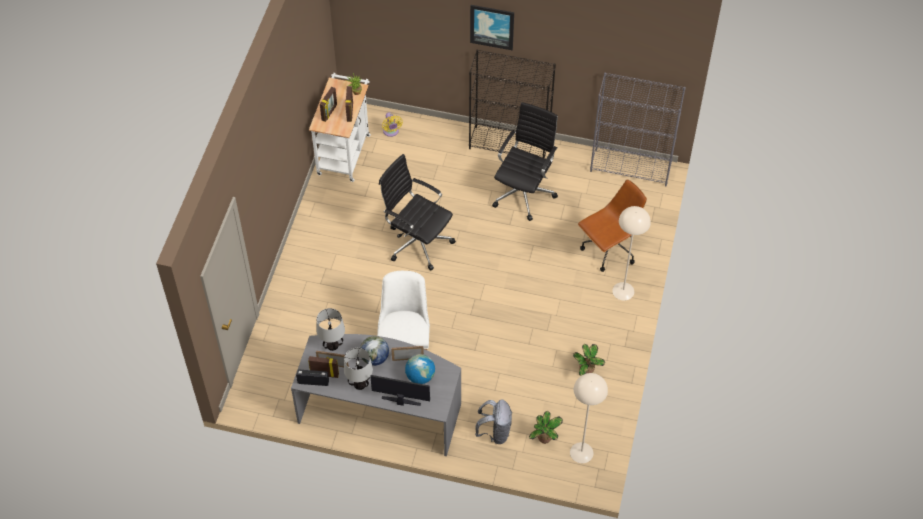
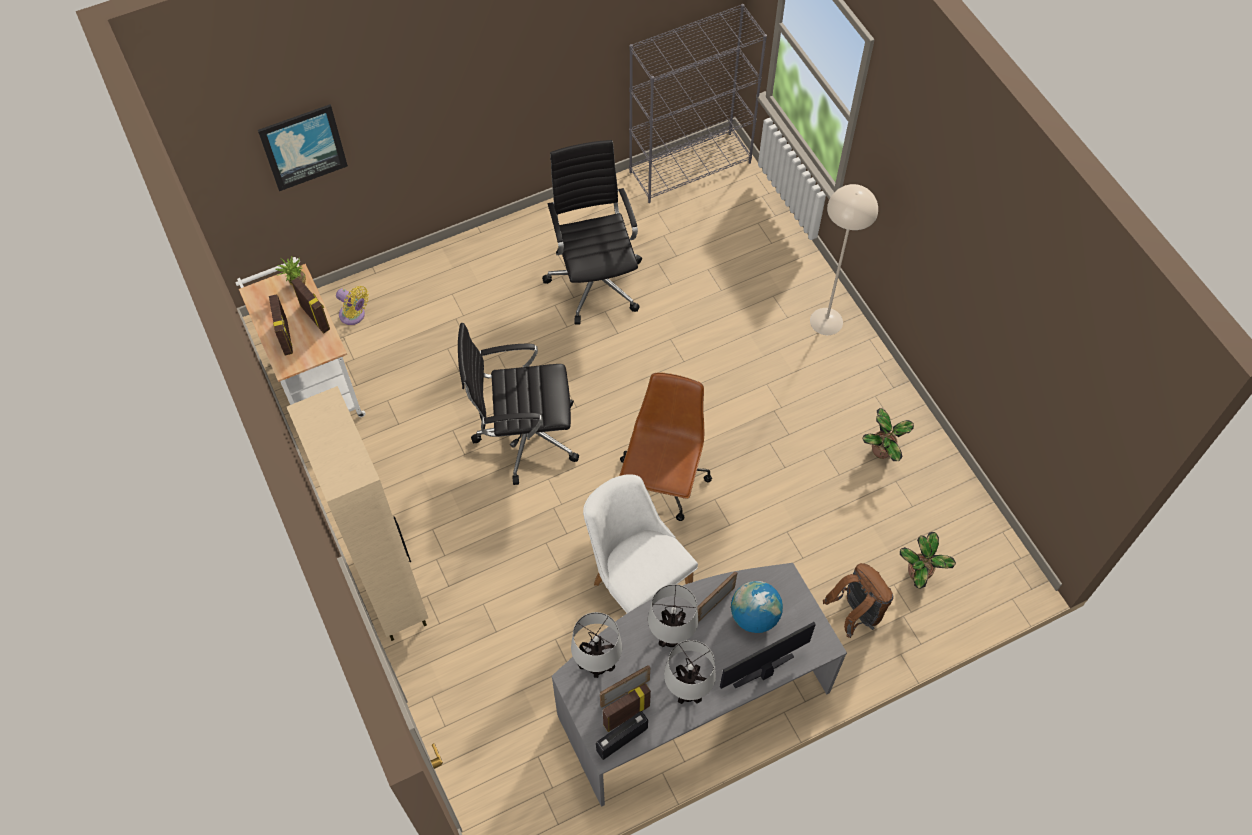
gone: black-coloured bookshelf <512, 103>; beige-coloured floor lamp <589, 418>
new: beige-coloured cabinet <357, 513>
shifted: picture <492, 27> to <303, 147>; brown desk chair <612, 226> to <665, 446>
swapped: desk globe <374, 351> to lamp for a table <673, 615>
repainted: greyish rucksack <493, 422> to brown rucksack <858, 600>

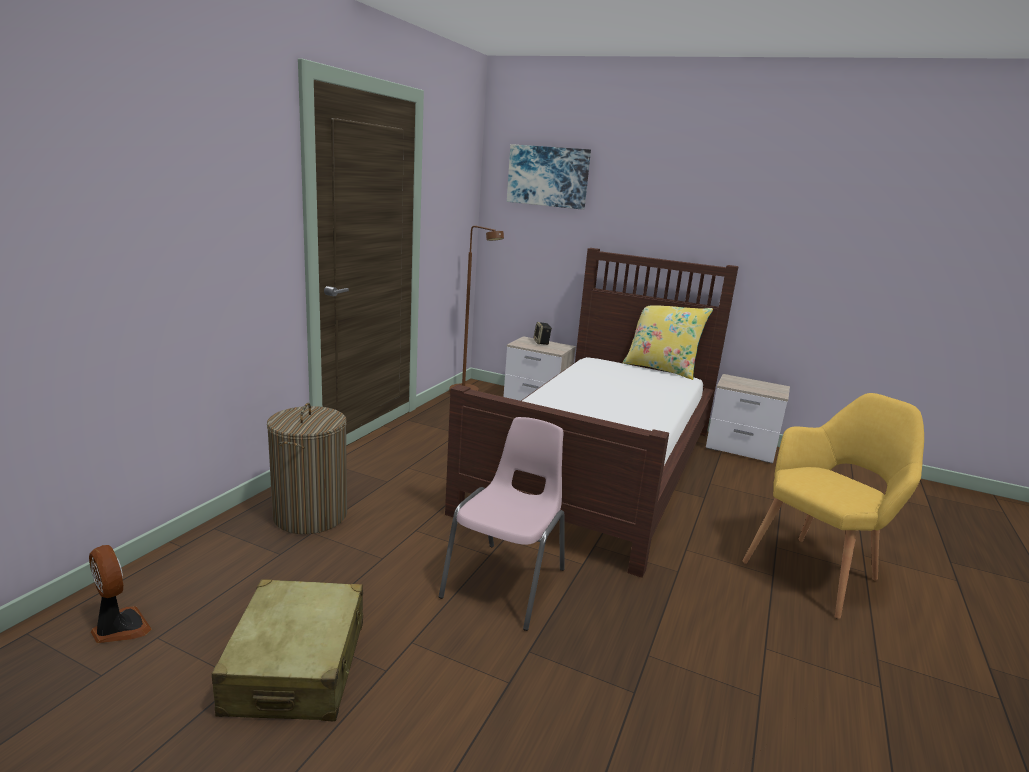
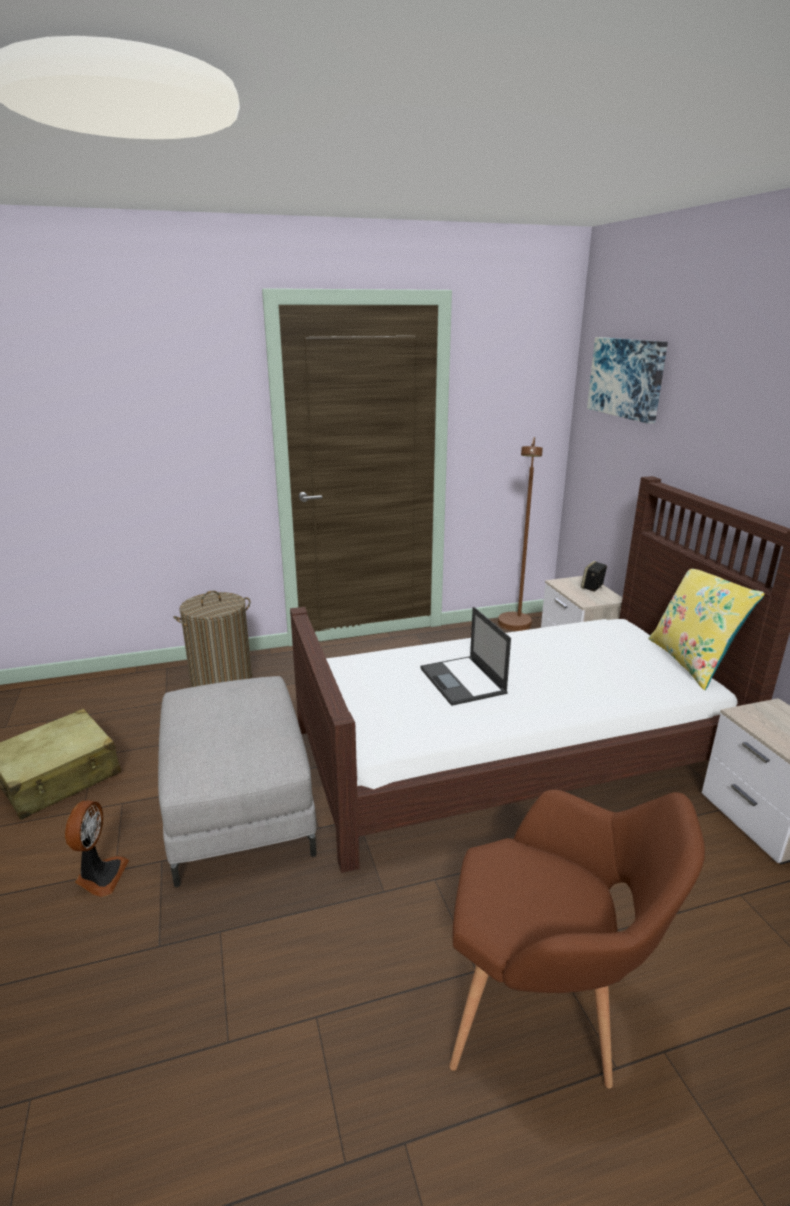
new: notebook computer <465, 656>
shifted: cooling fan <120, 594> to <97, 849>
swapped: pink upright chair <502, 524> to greyish ottoman <237, 781>
repainted: yellow armchair <833, 506> to brown armchair <577, 939>

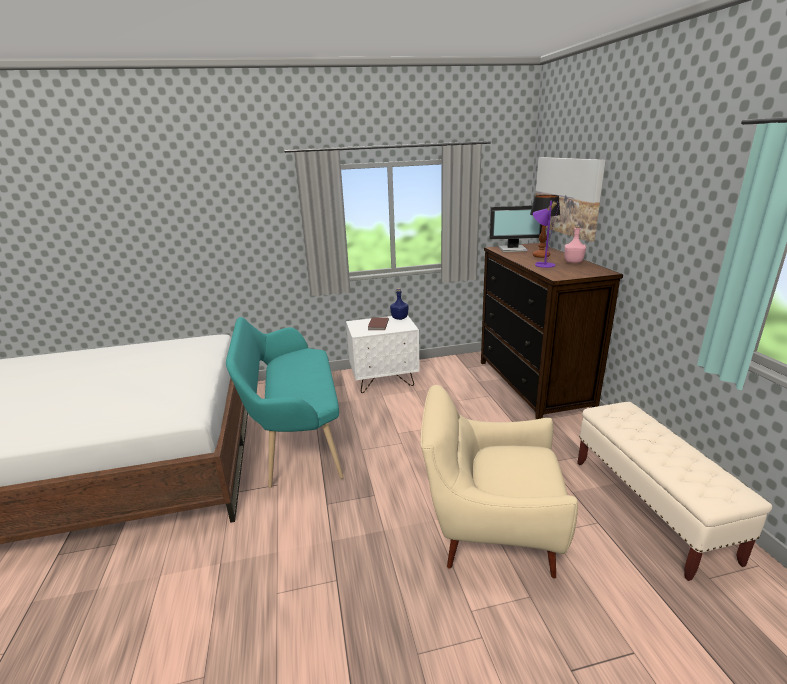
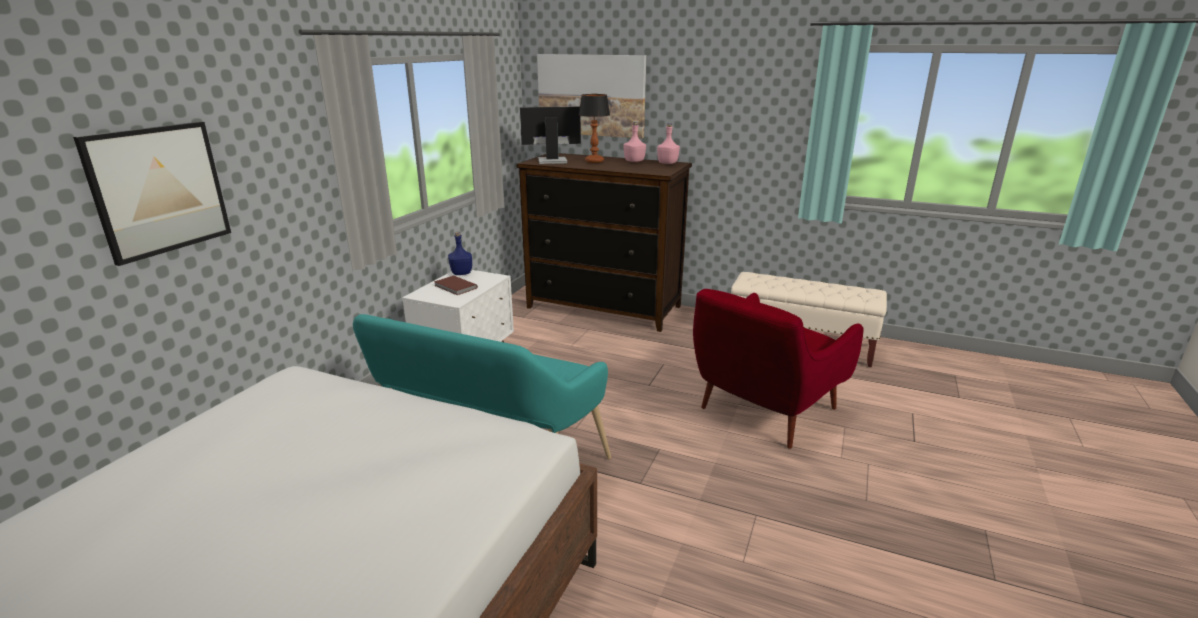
gone: purplish lamp for a table <546, 234>
new: picture <152, 193>; pink drink bottle <668, 143>
repainted: beige-coloured armchair <499, 481> to reddish armchair <778, 369>
rotated: monitor <515, 228> = <550, 135> 135 degrees counterclockwise

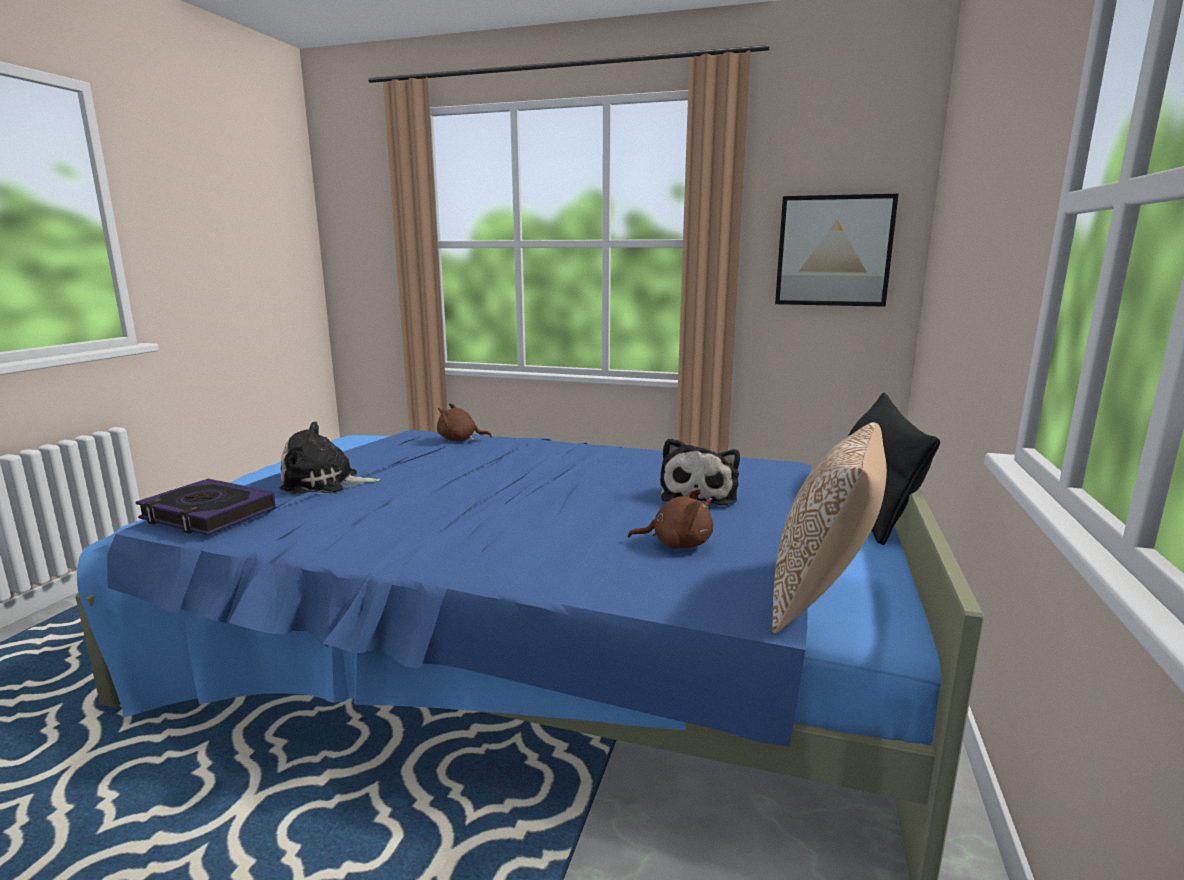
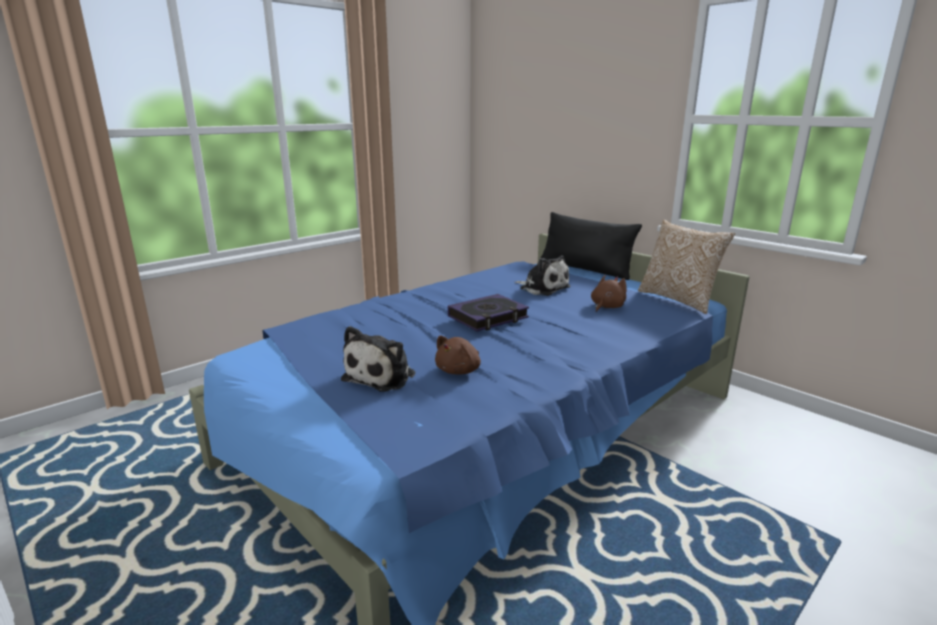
gone: picture <837, 250>
shifted: book <205, 507> to <488, 312>; brown cuddly toy <464, 422> to <458, 355>

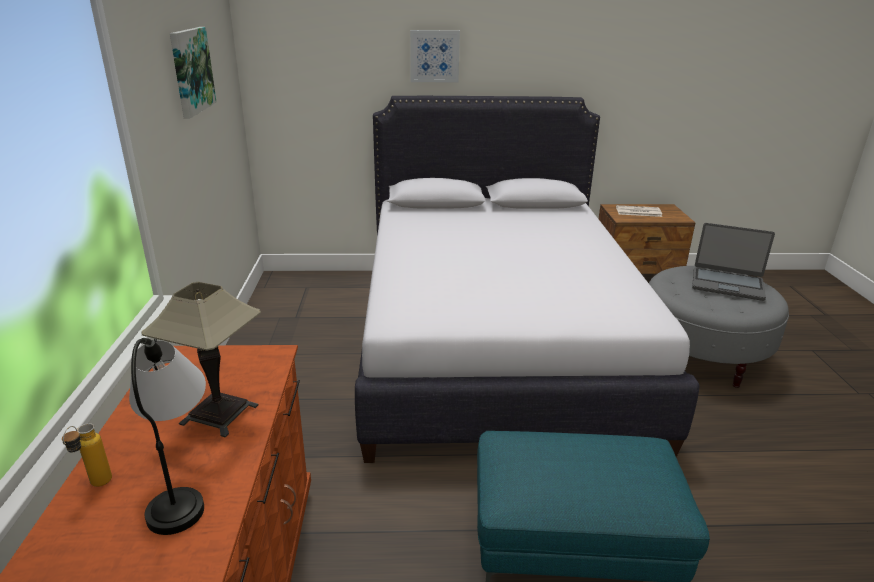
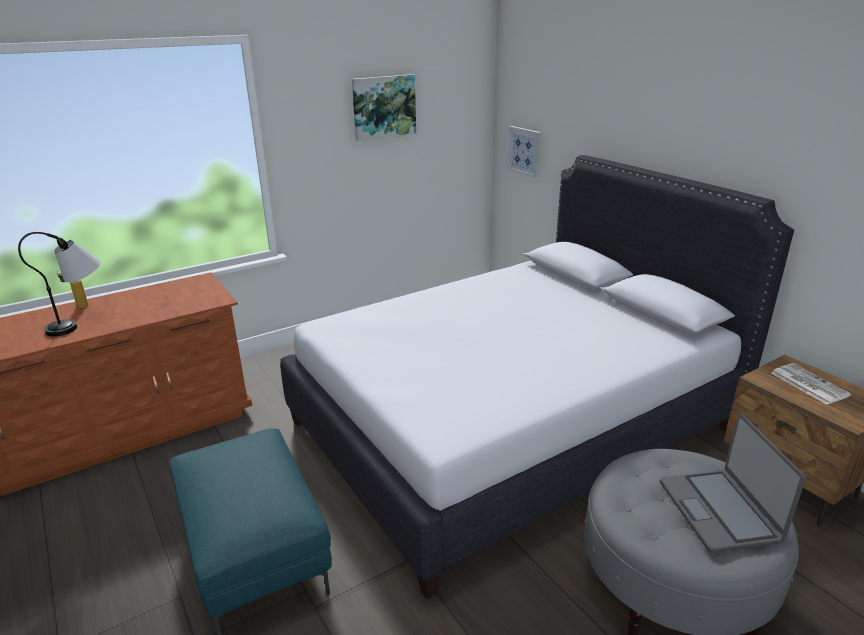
gone: lamp for a table <201, 359>
shifted: picture <435, 56> to <524, 152>

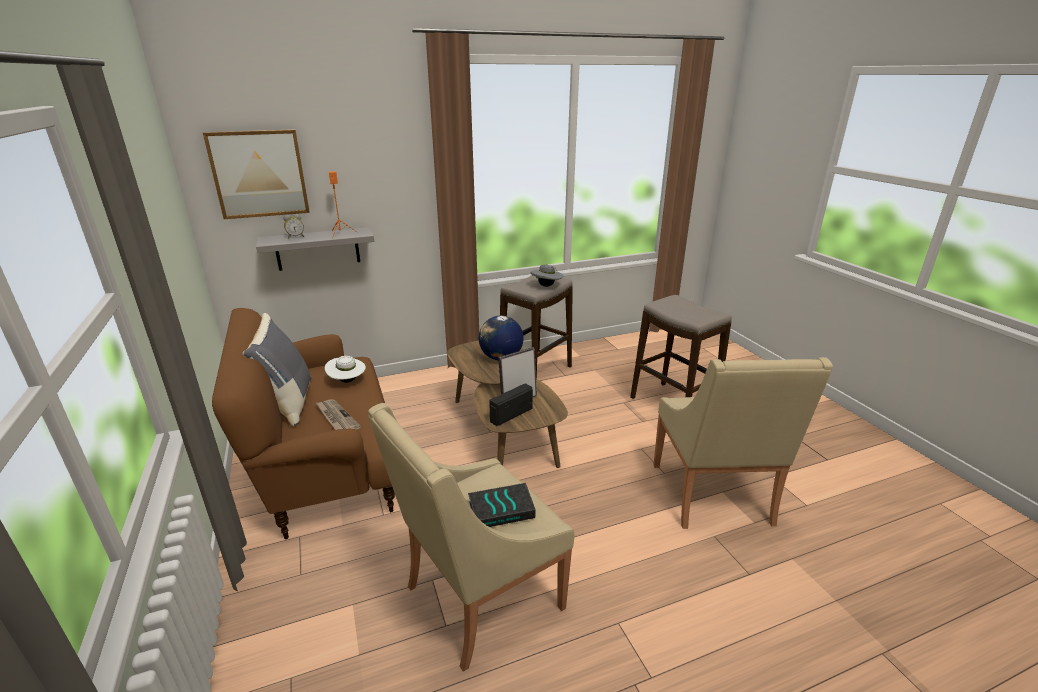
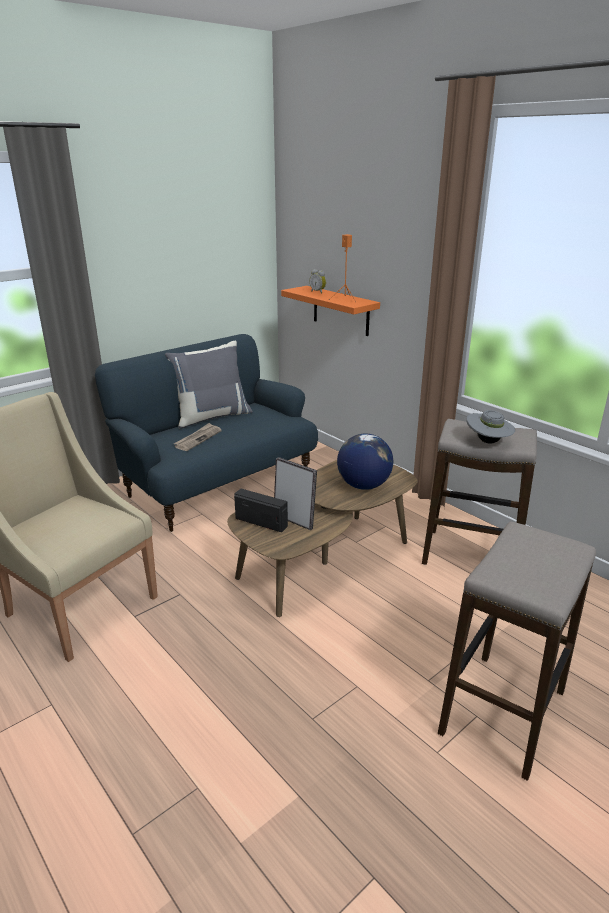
gone: picture <256, 174>; whitish wearable hat <345, 369>; book <502, 505>; beige-coloured armchair <743, 443>
repainted: brown settee <303, 423> to bluish settee <206, 433>; greyish bracket shelf <315, 249> to orange bracket shelf <330, 311>

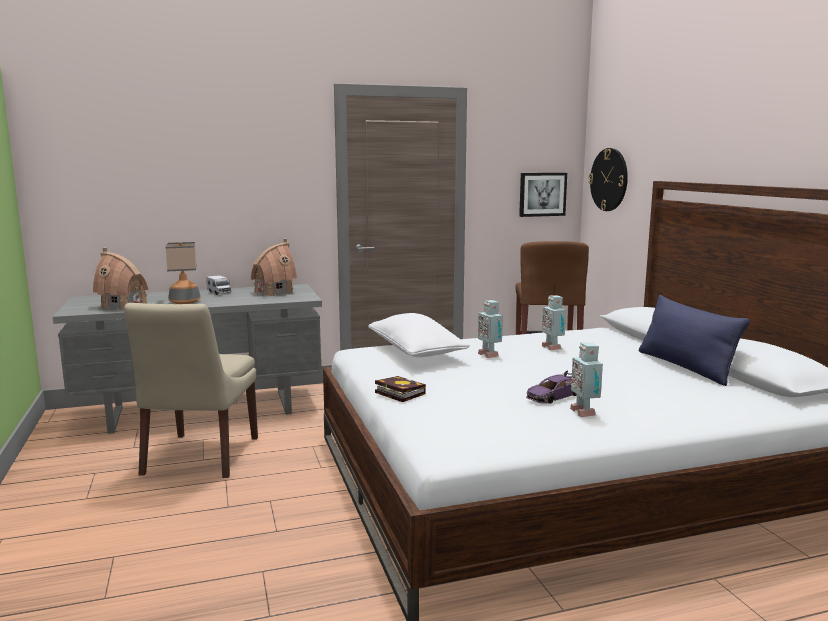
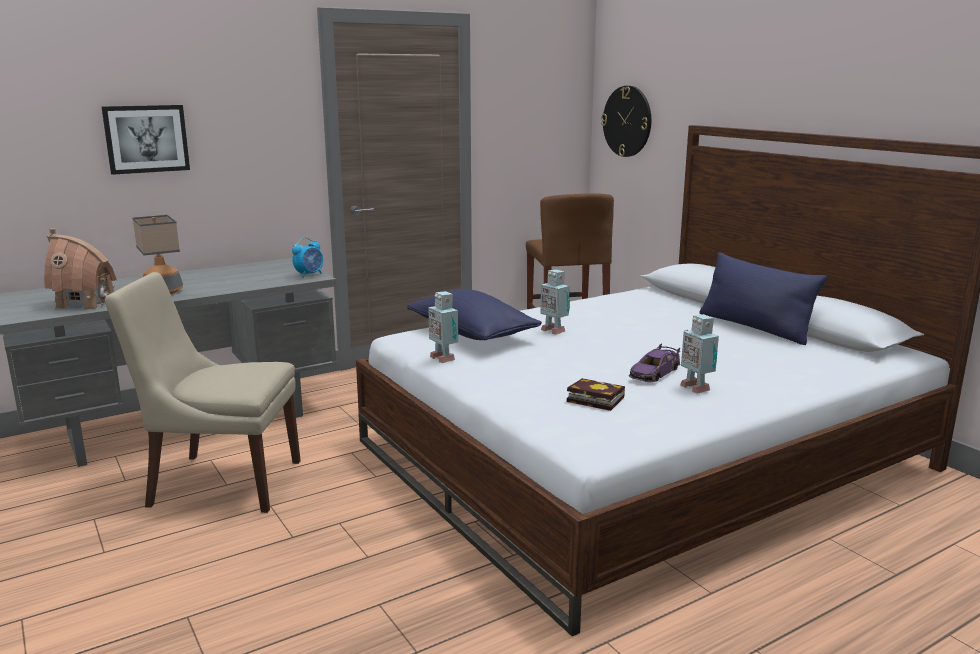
gone: toy truck <219, 285>; model house <274, 267>
new: bedside clock <307, 257>
shifted: book <400, 389> to <596, 394>; picture <543, 195> to <146, 140>; robot figure <554, 322> to <443, 327>
repainted: whitish throw pillow <419, 335> to bluish throw pillow <474, 314>
rotated: beige-coloured upright chair <191, 390> = <203, 392> 105 degrees clockwise

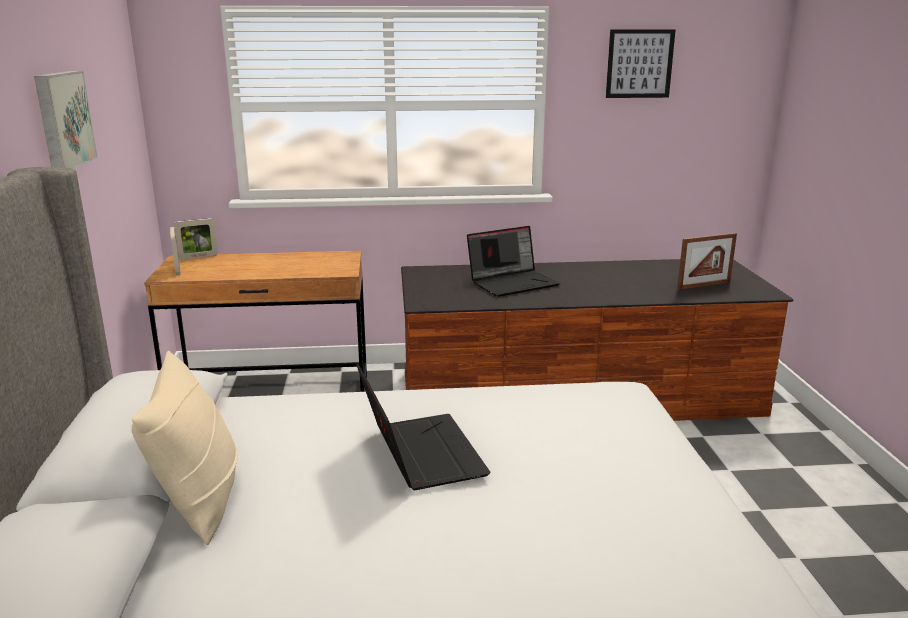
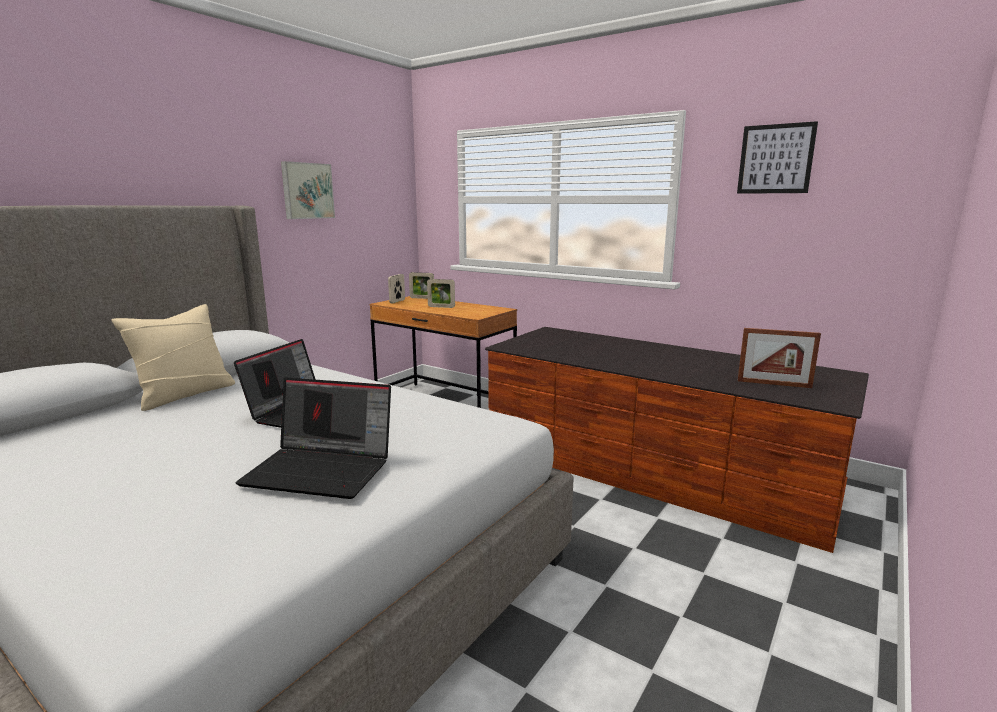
new: standing frame <441, 293>
shifted: notebook computer <513, 261> to <313, 438>

